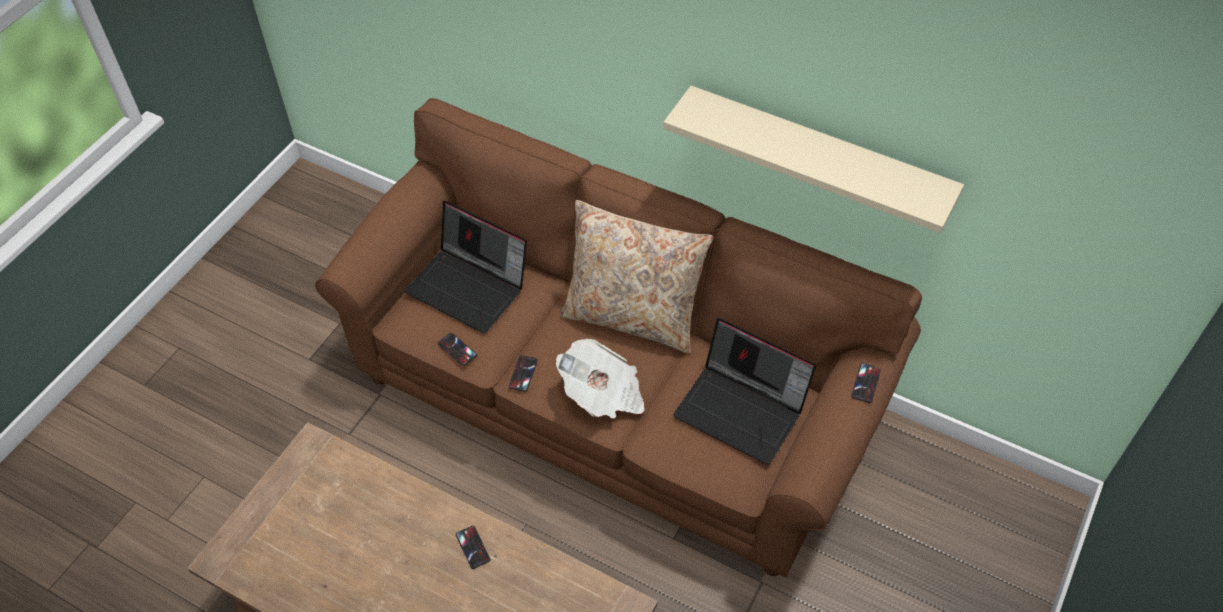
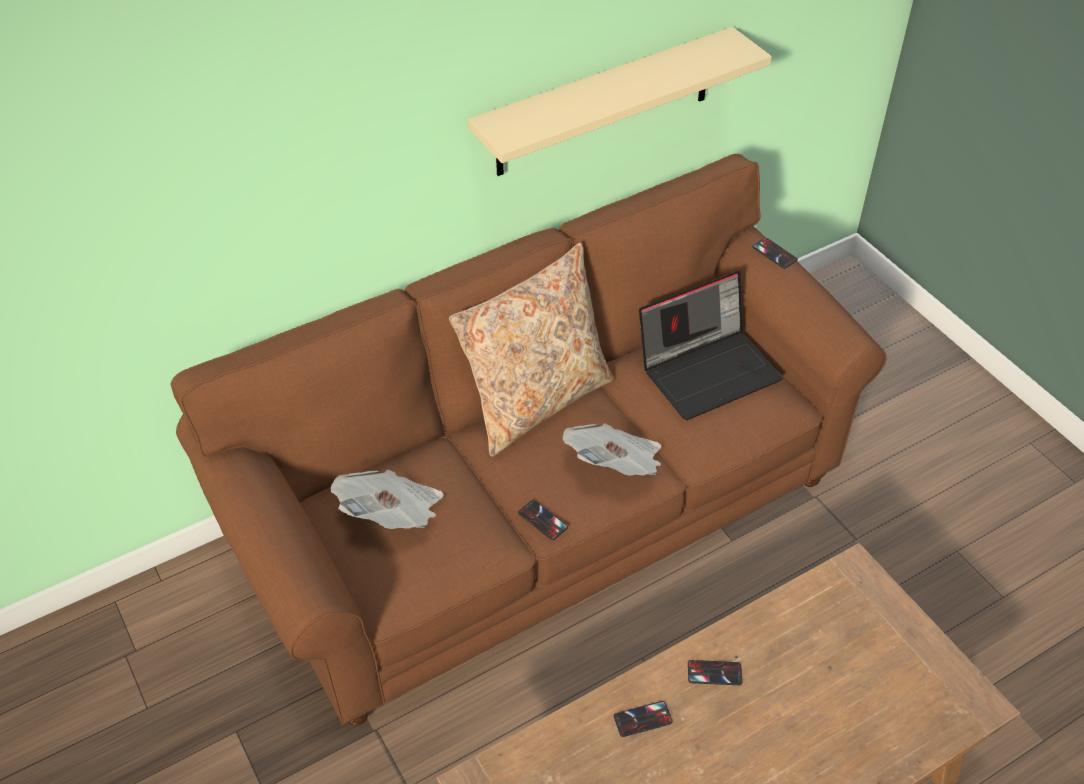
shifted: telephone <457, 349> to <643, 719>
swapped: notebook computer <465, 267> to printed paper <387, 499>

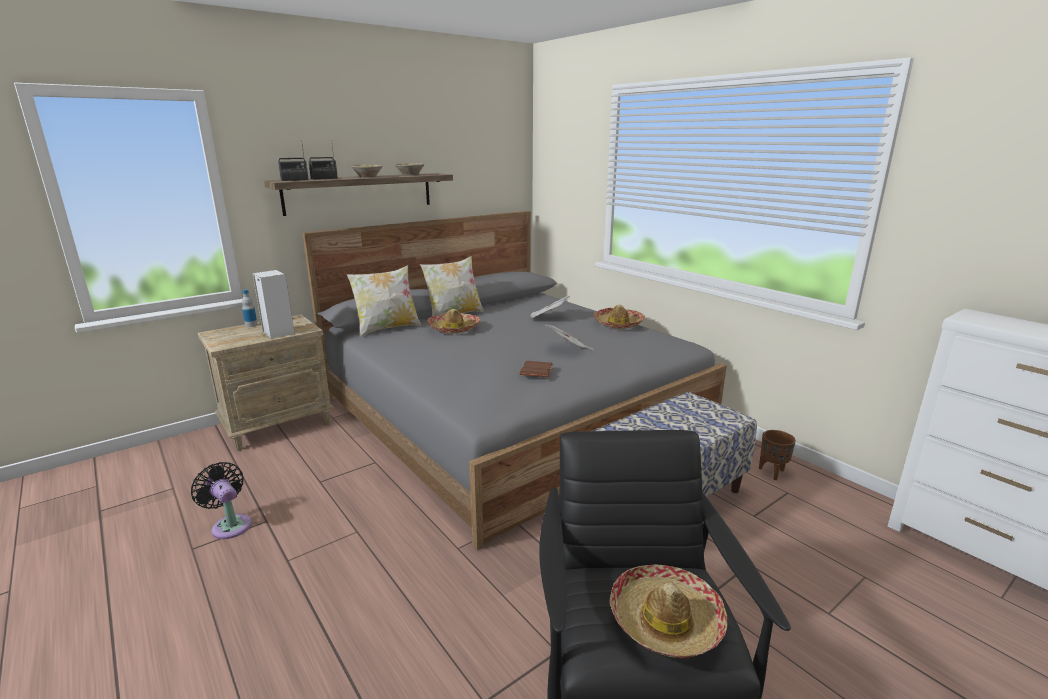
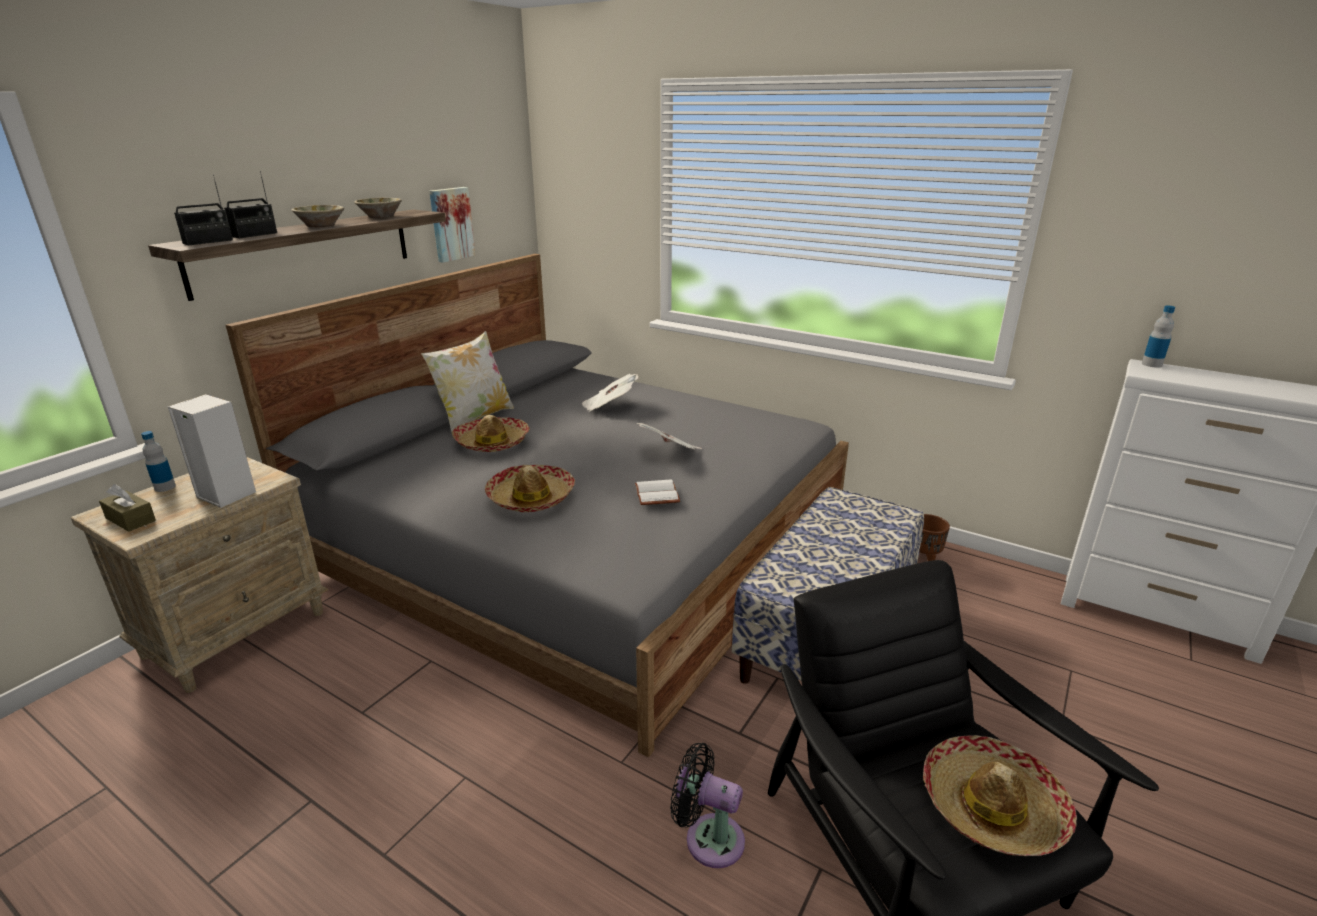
gone: throw pillow <384, 301>
new: brown tissue box <127, 508>; picture <452, 225>; drink bottle <1158, 336>
shifted: black-coloured cooling fan <221, 500> to <707, 805>; wearable hat <619, 317> to <530, 488>
repainted: brown book <536, 369> to whitish book <657, 492>

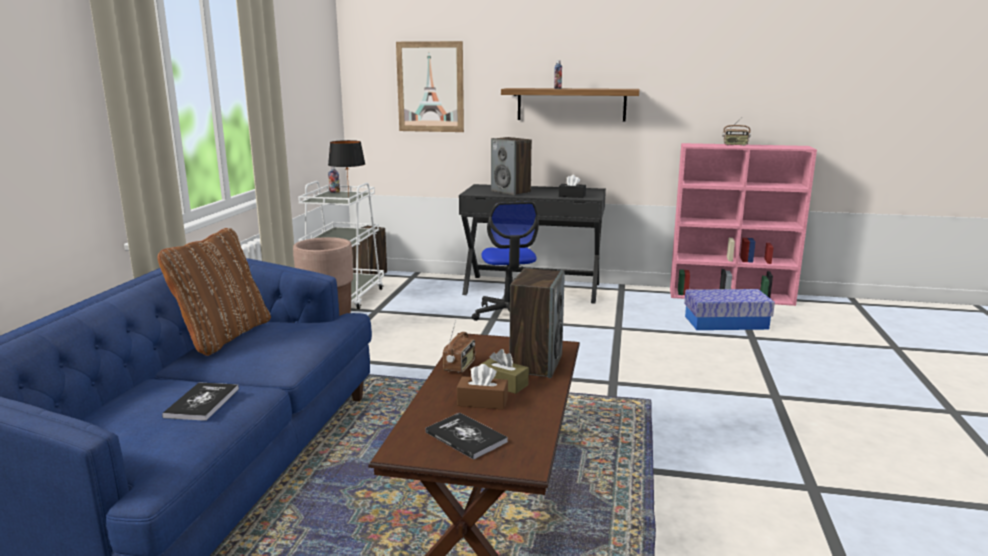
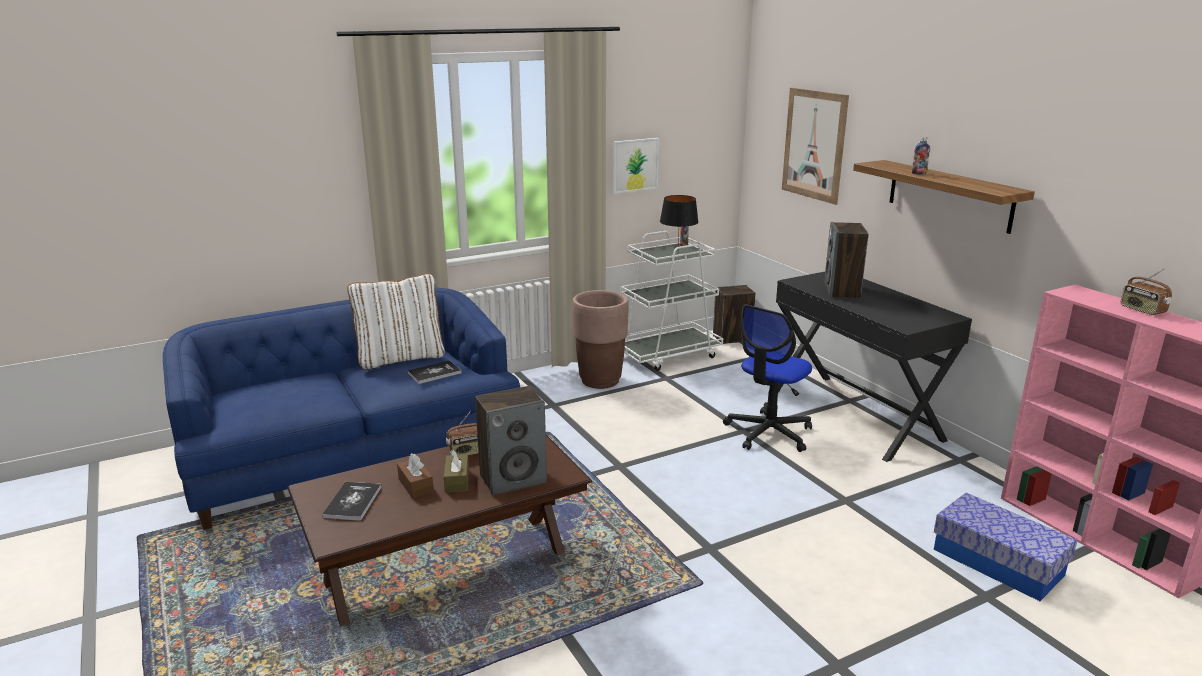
gone: black-coloured tissue box <572, 186>
new: picture <636, 166>
shifted: book <200, 401> to <434, 372>
repainted: brown throw pillow <214, 292> to whitish throw pillow <396, 322>

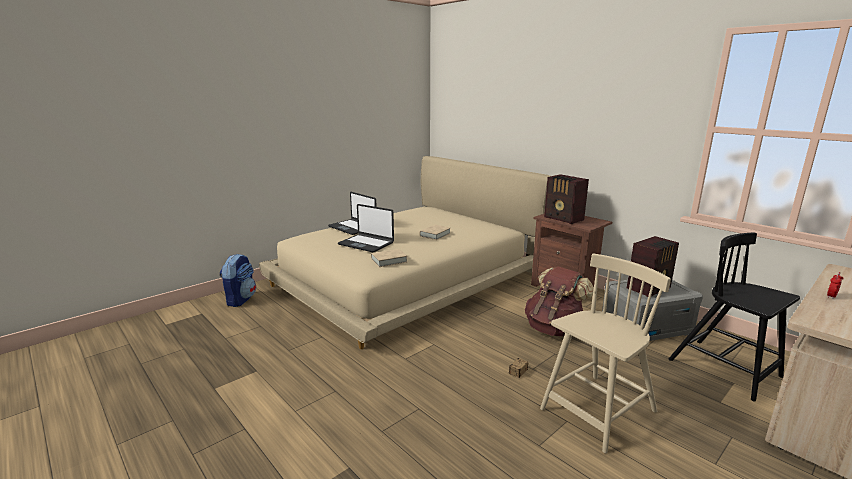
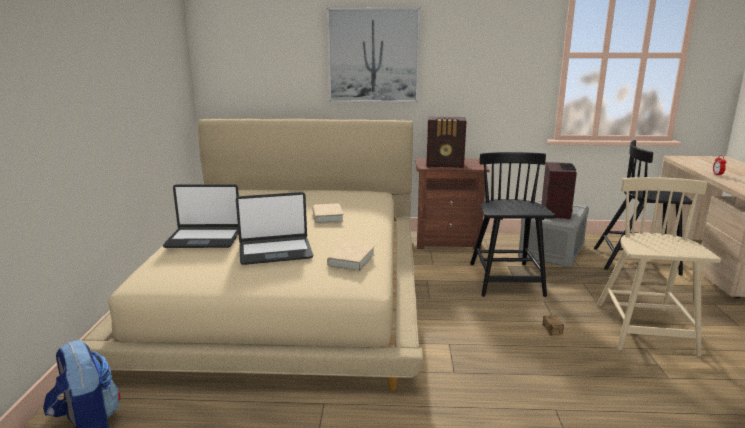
new: picture <373, 55>
swapped: brown rucksack <559, 301> to black-coloured upright chair <513, 224>

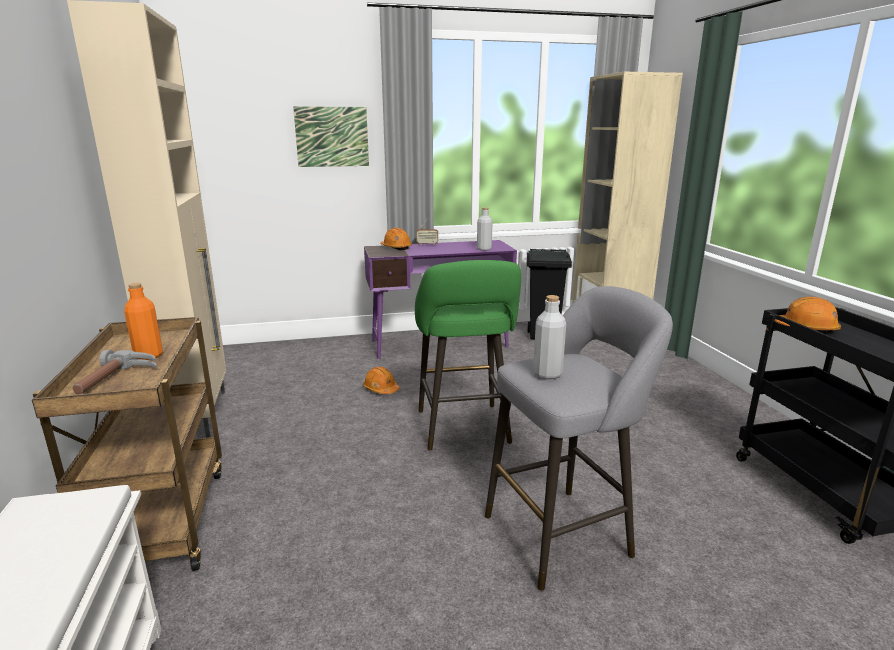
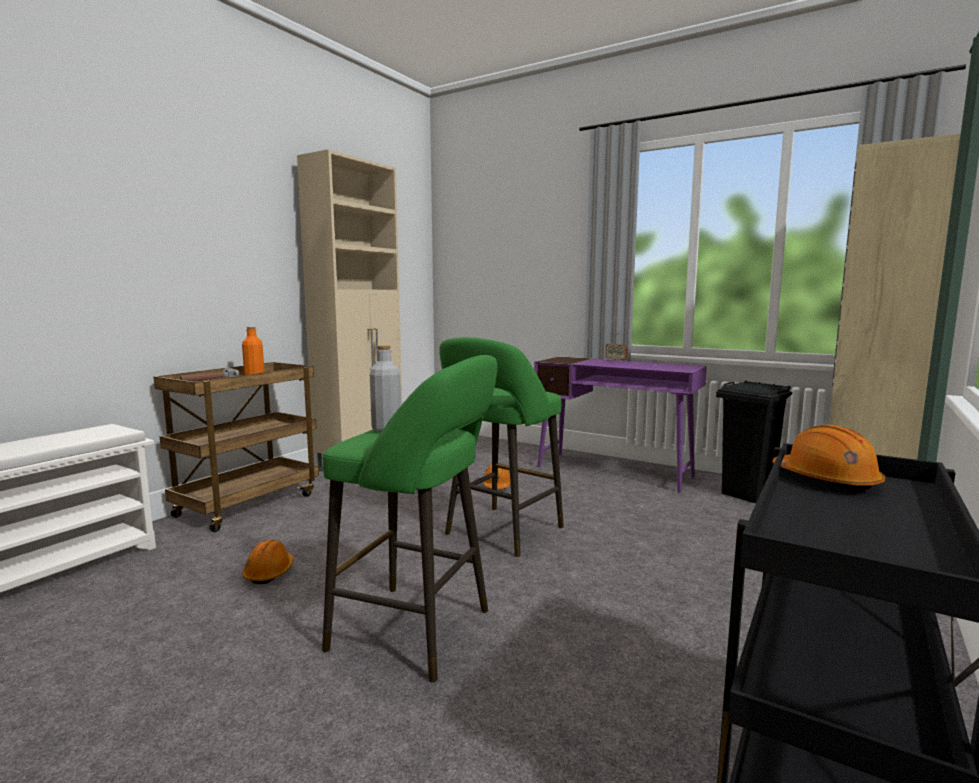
gone: picture <331, 136>; greyish drink bottle <484, 229>
shifted: orange work helmet <396, 239> to <268, 562>
repainted: greyish sitting stool <579, 438> to greenish sitting stool <410, 518>

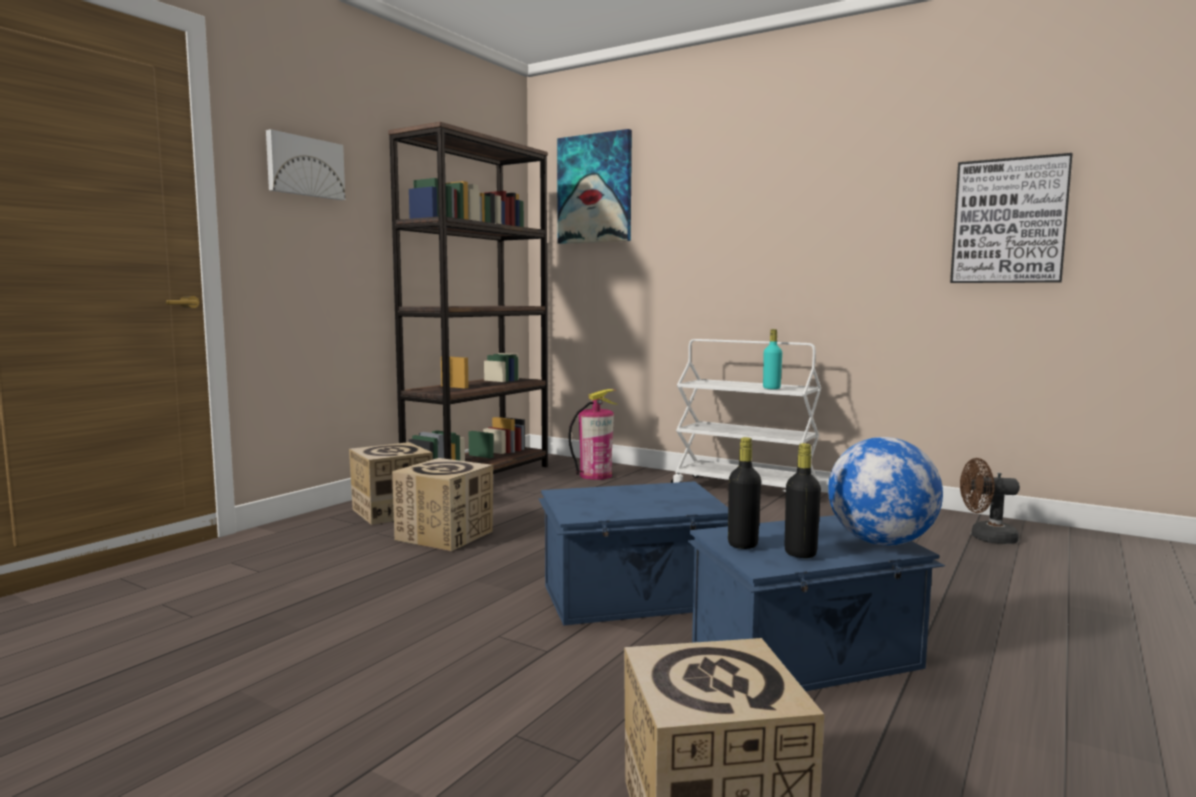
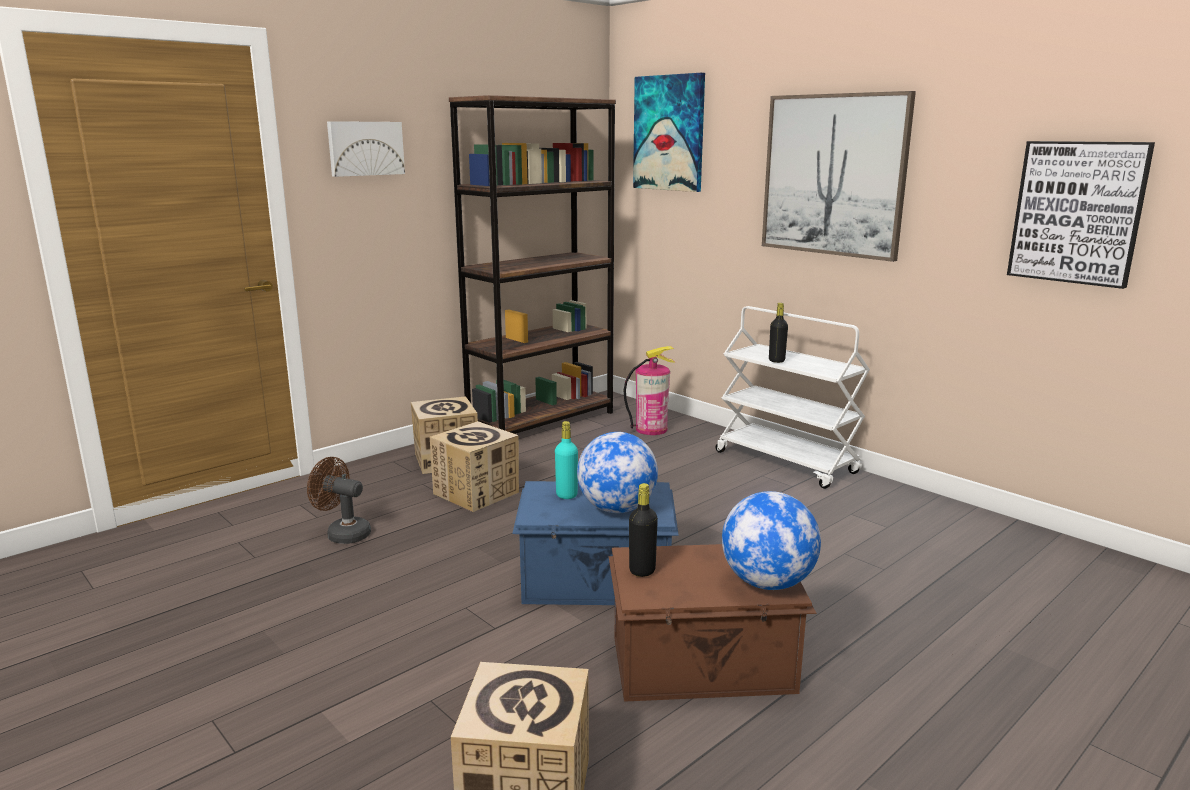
new: desk globe <617, 472>; picture <839, 176>
shifted: blue-green drink bottle <772, 359> to <566, 460>; black-coloured drink bottle <803, 500> to <778, 333>; brown cooling fan <990, 501> to <339, 500>
repainted: bluish storage box <816, 603> to brown storage box <712, 623>

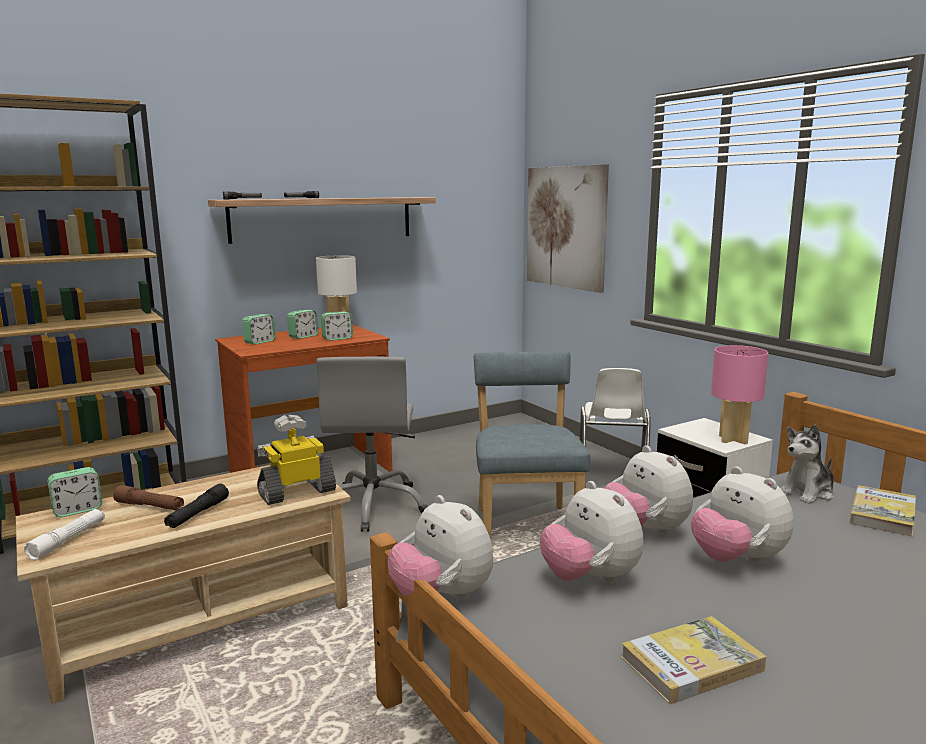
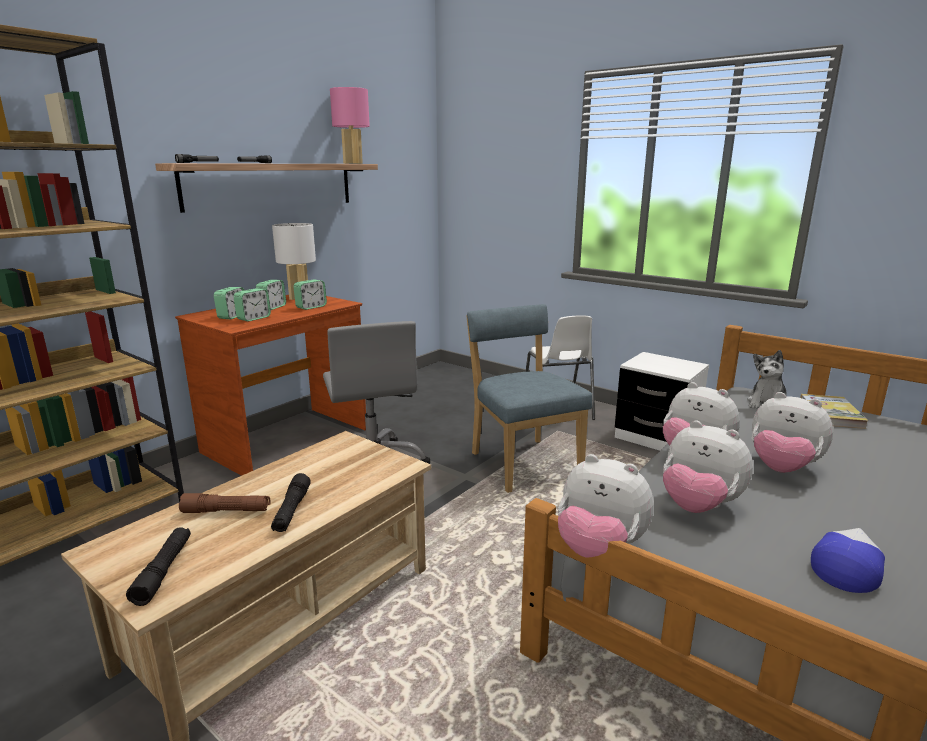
gone: robot figure <296, 460>; picture <568, 228>
shifted: bedside clock <74, 492> to <252, 305>; pink lamp for a table <739, 394> to <350, 125>
swapped: book <693, 660> to peaked cap <848, 560>
repainted: whitish torch <64, 534> to black-coloured torch <158, 566>

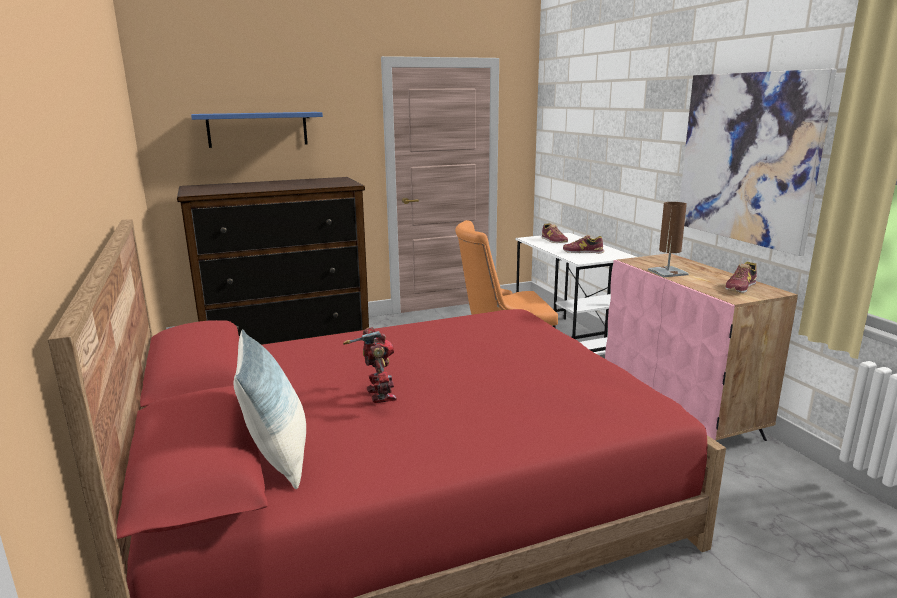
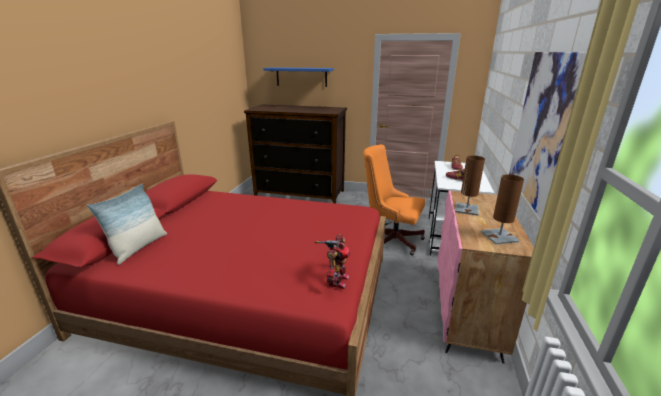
shifted: robot figure <370, 365> to <332, 261>
swapped: item of footwear <741, 277> to brown lamp for a table <502, 209>

